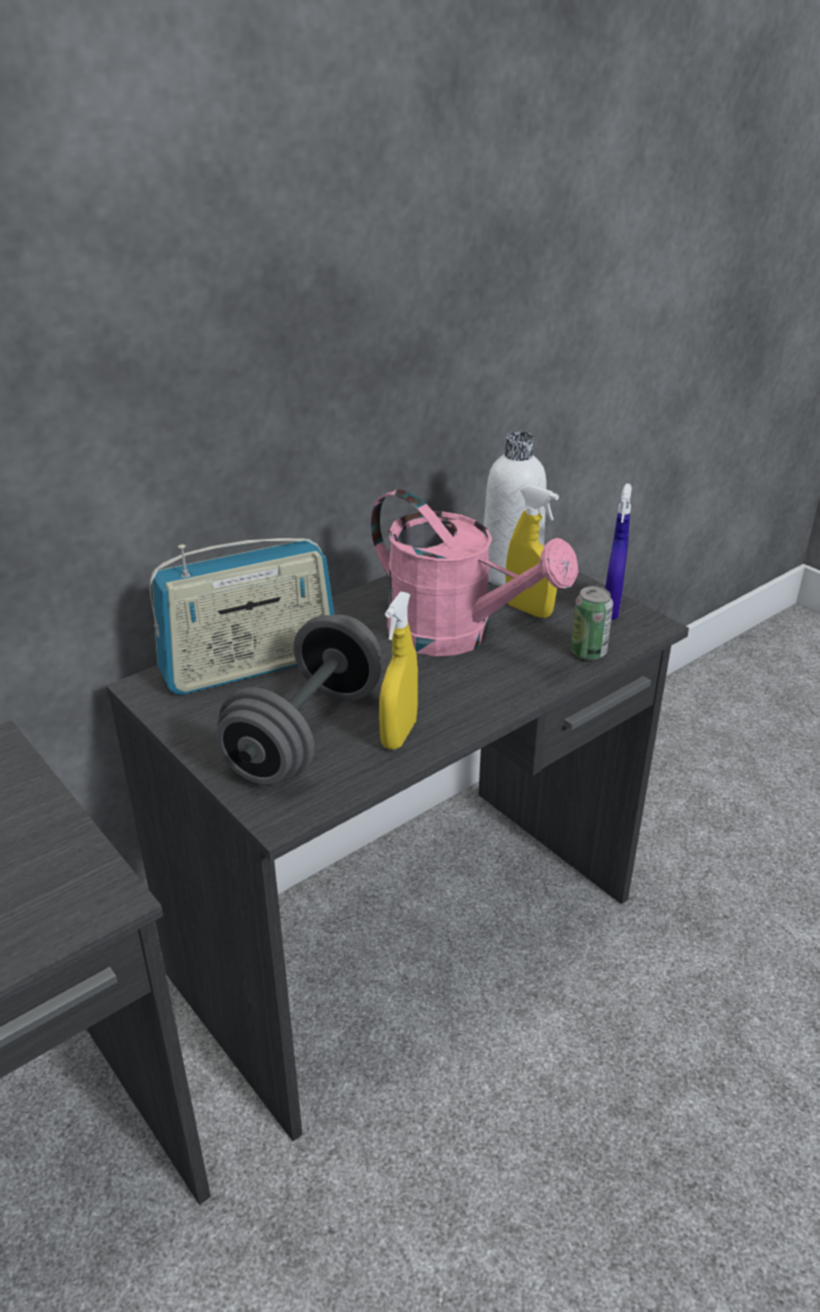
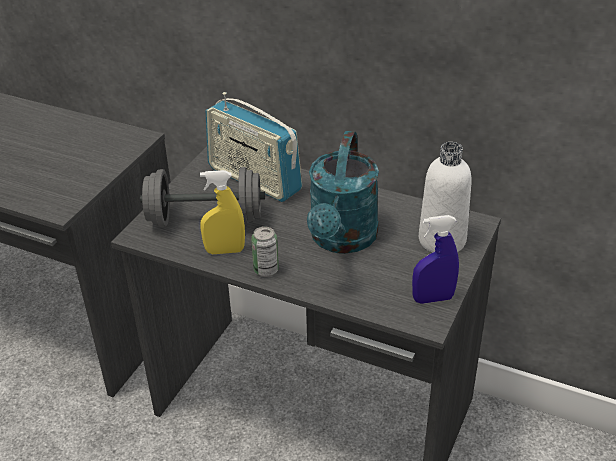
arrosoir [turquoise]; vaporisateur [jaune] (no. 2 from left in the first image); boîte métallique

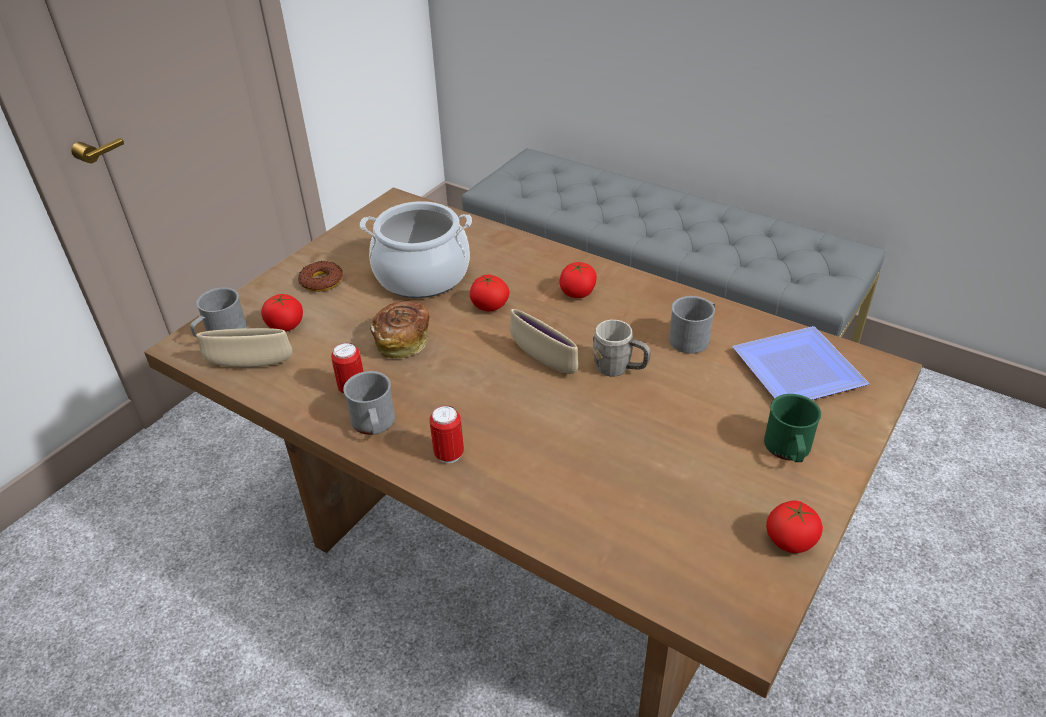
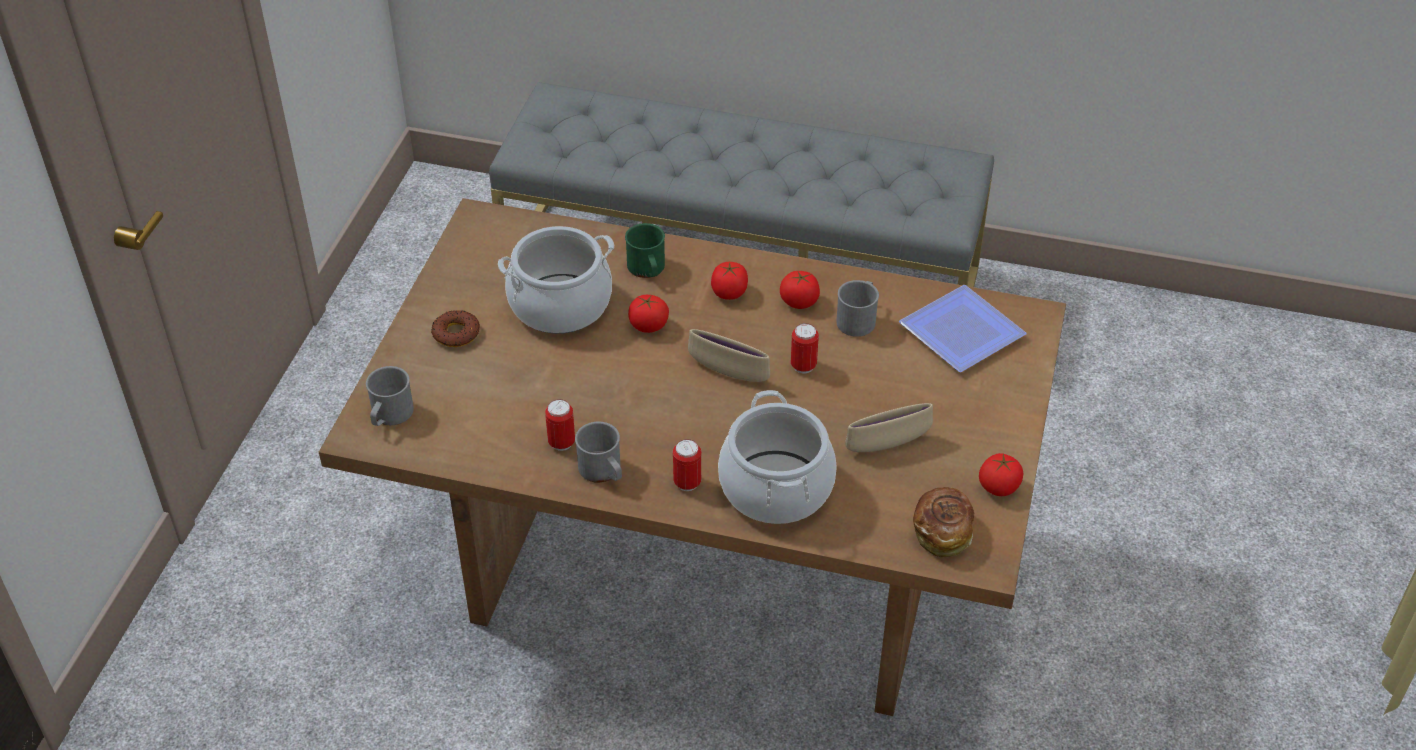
bol [beige] (no. 2 from left); tomate (no. 3 from left); pain; boîte métallique (no. 3 from left); mug [vert]; marmite (no. 2 from left)

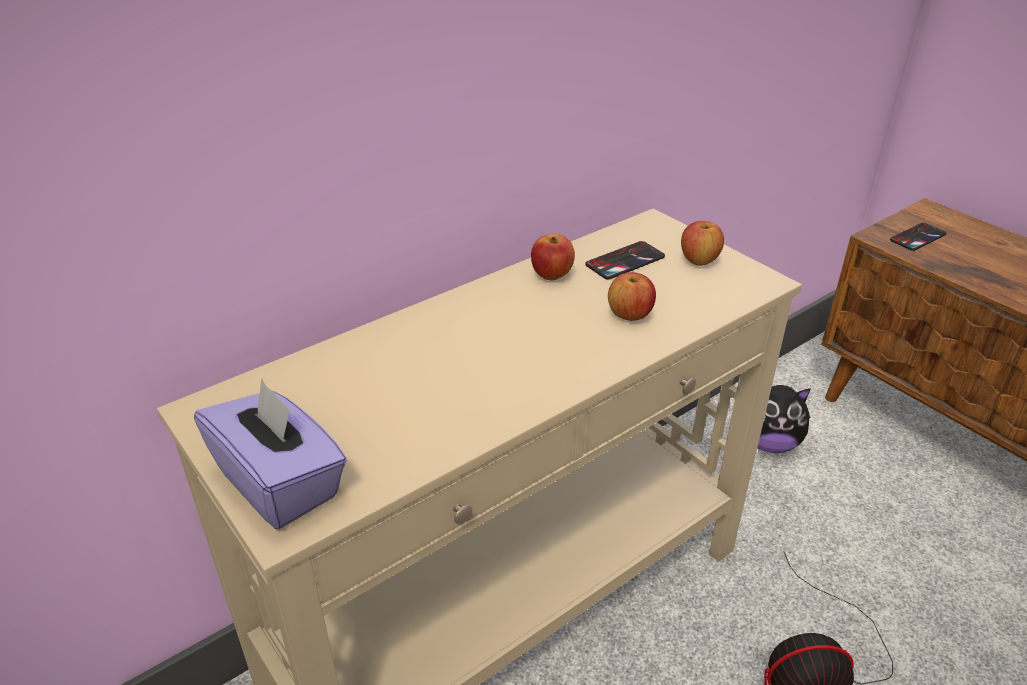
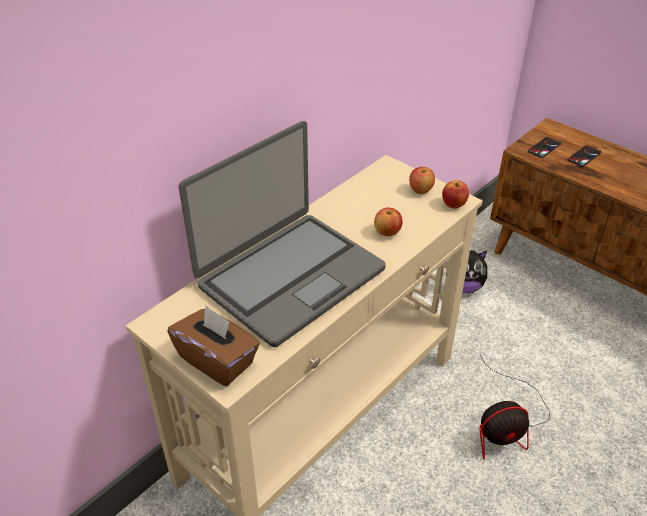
boîte à mouchoirs [marron]; pomme (no. 3 from left); téléphone (no. 2 from left); ordinateur portable

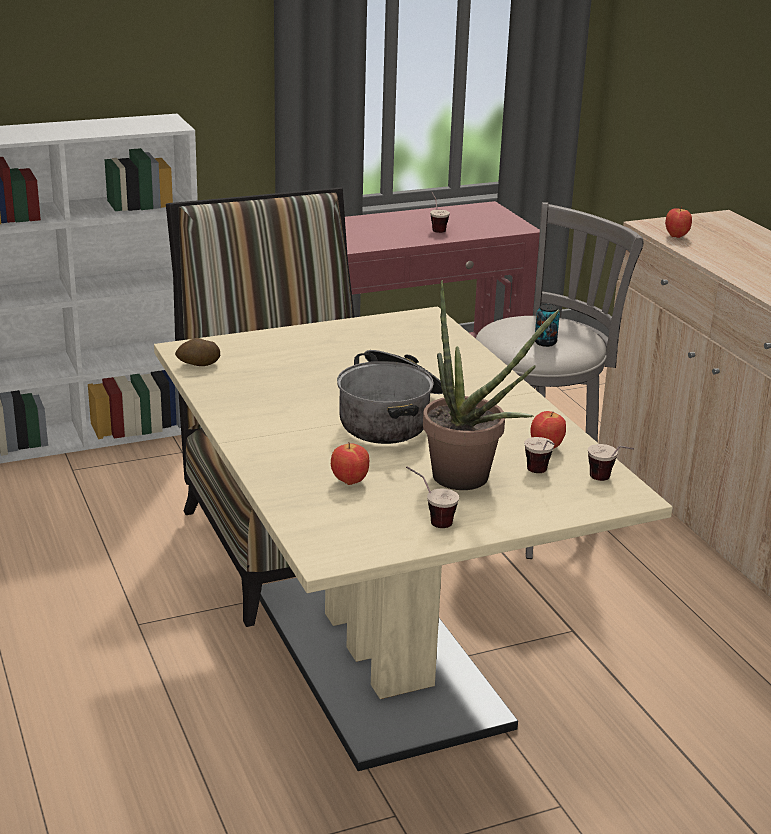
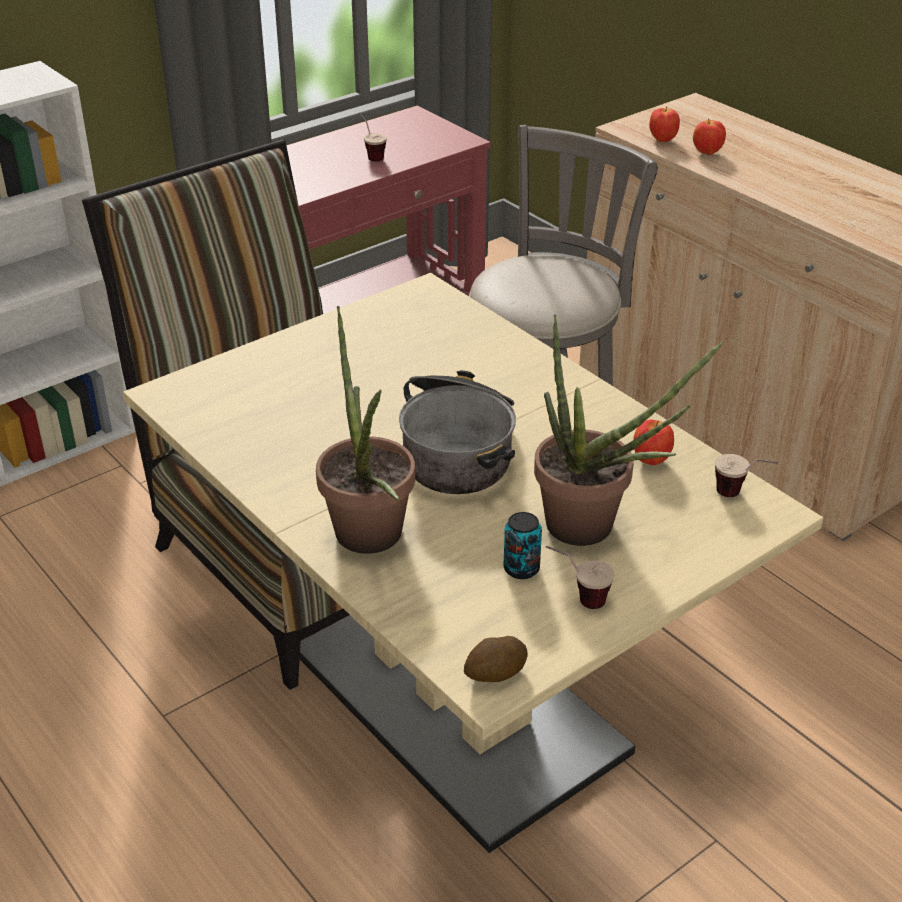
pomme de terre; pomme (no. 3 from left); tasse (no. 3 from left in the first image); boîte métallique; plante en pot (no. 1 from left)

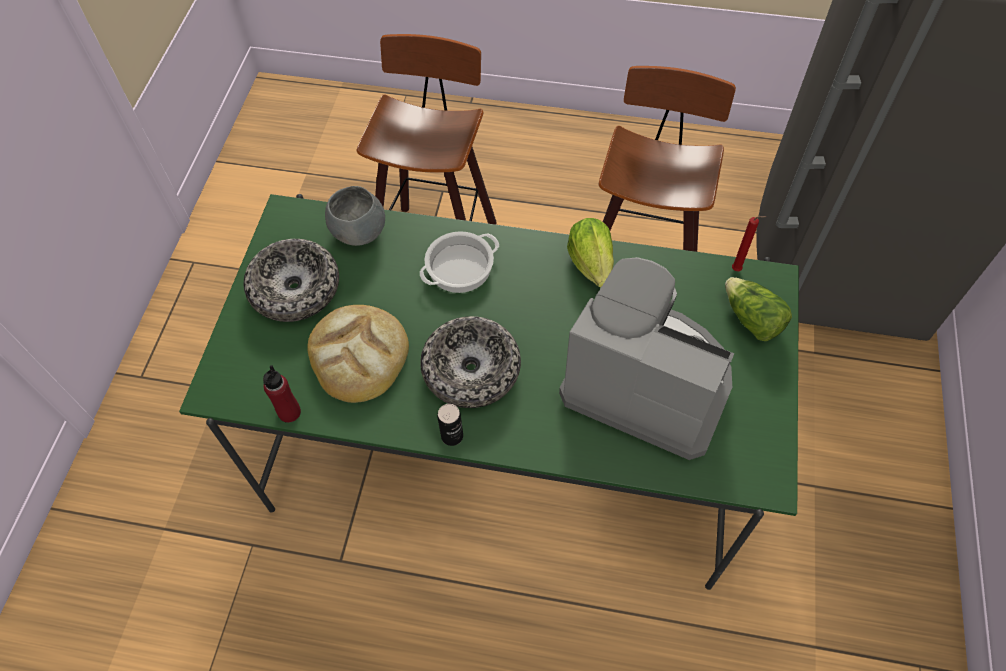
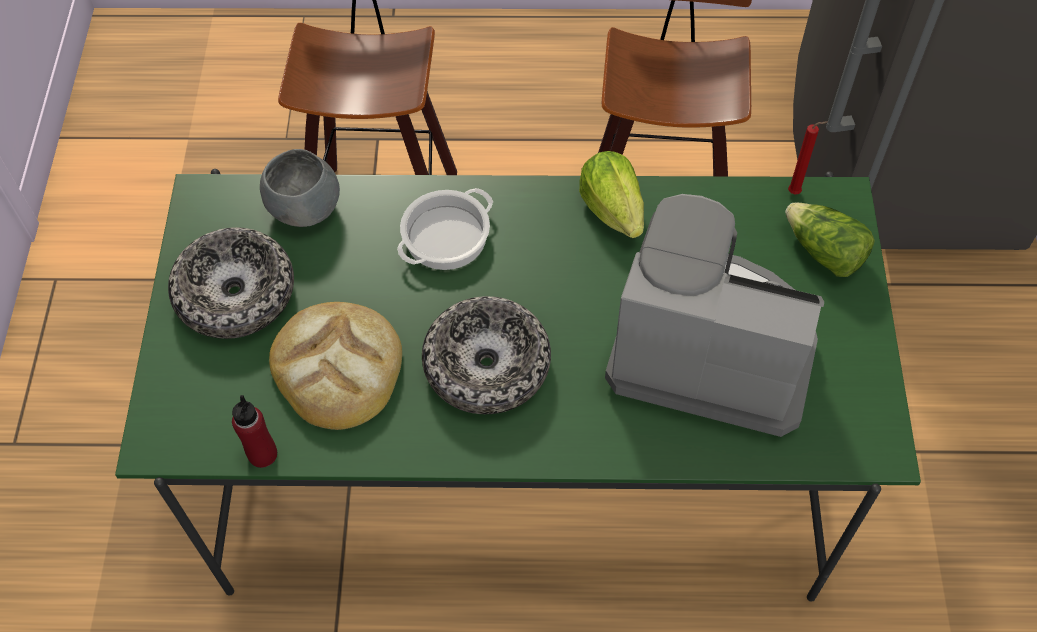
boîte métallique

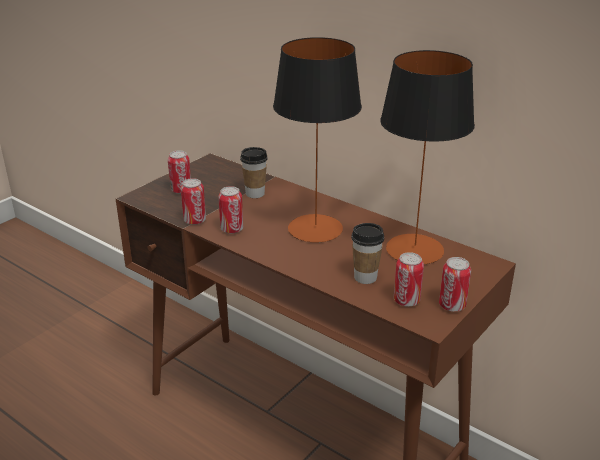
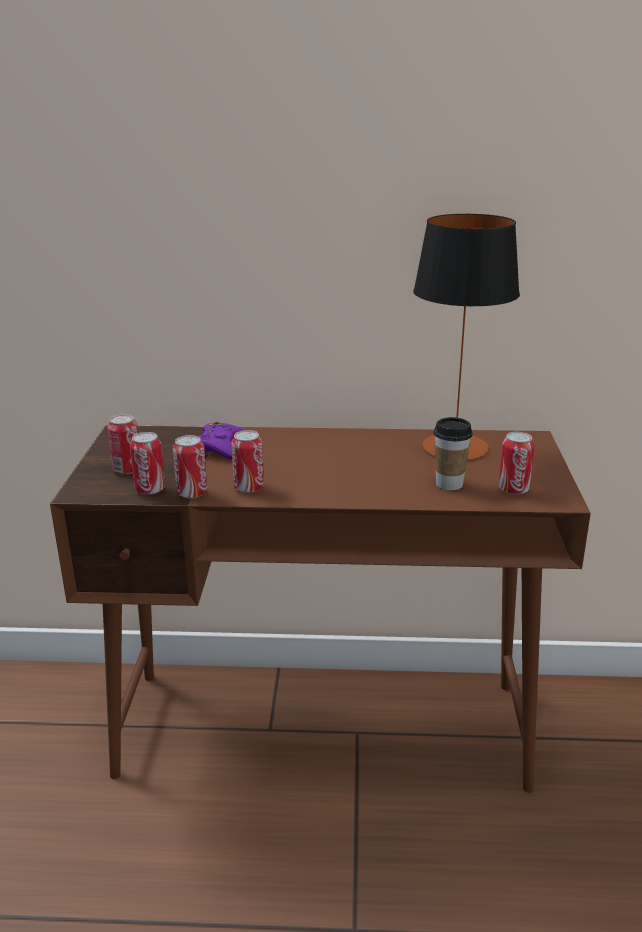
manette [violet]; lampe de table (no. 1 from left in the first image); boîte métallique (no. 2 from left)

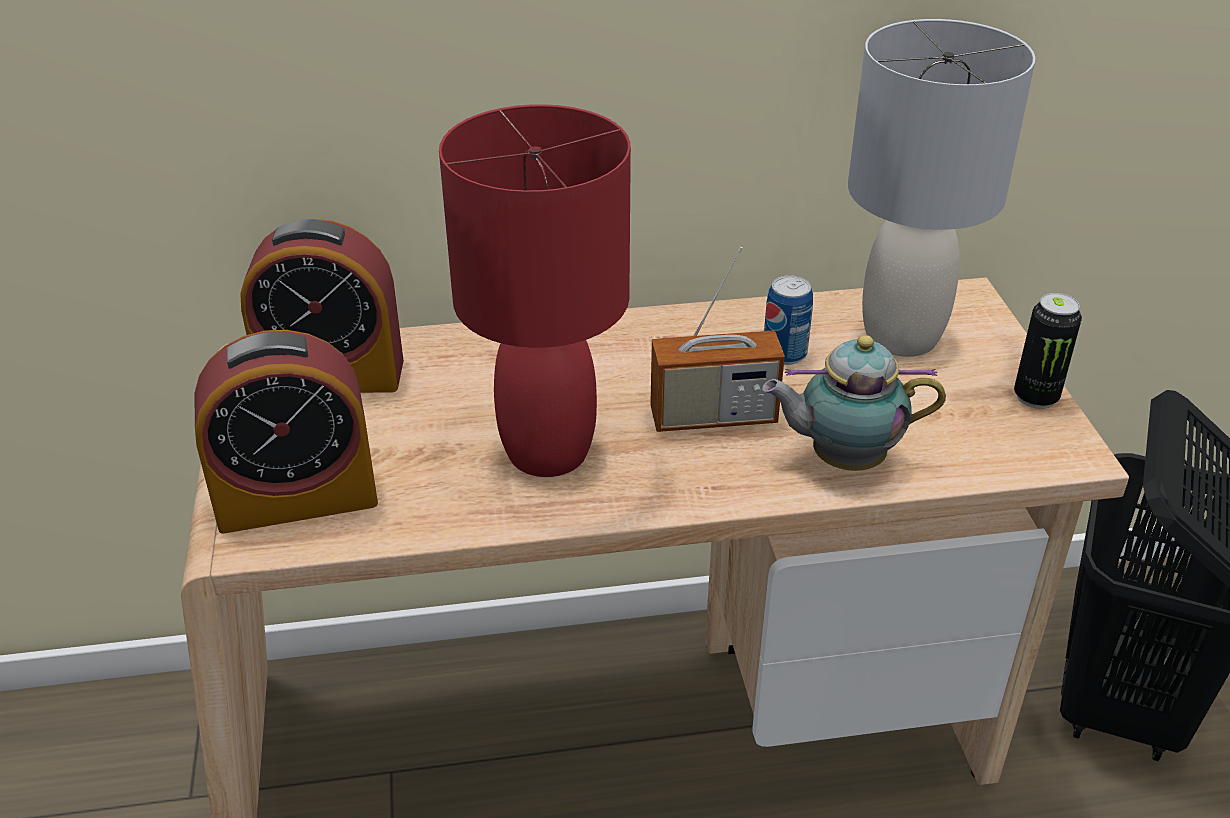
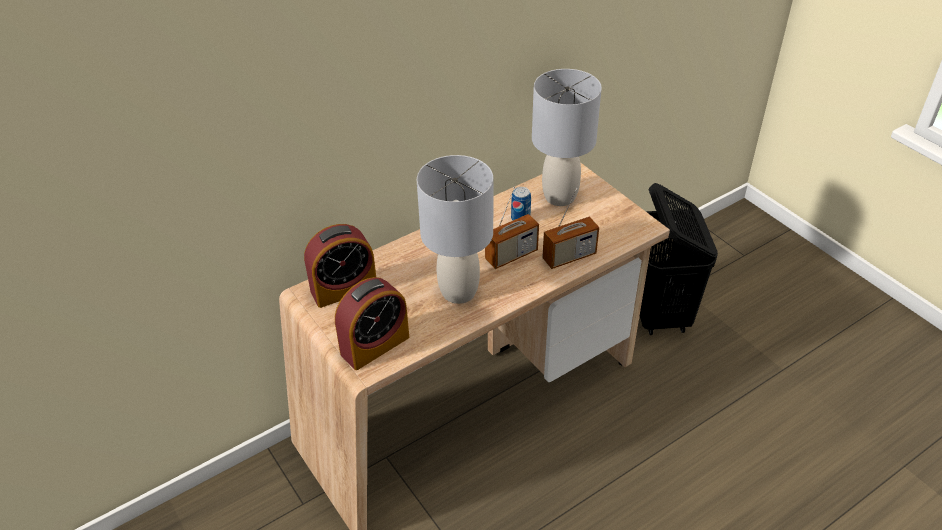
lampe de table [gris] (no. 1 from left); radio (no. 2 from left); boîte métallique (no. 2 from left in the first image)

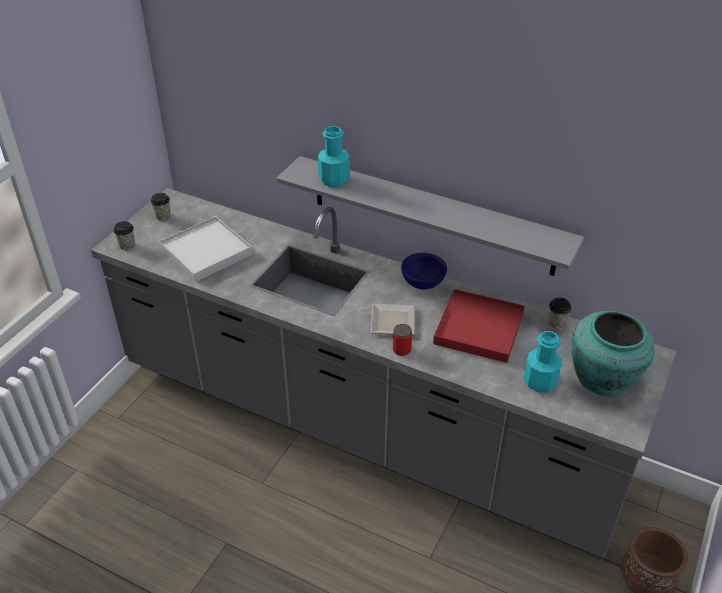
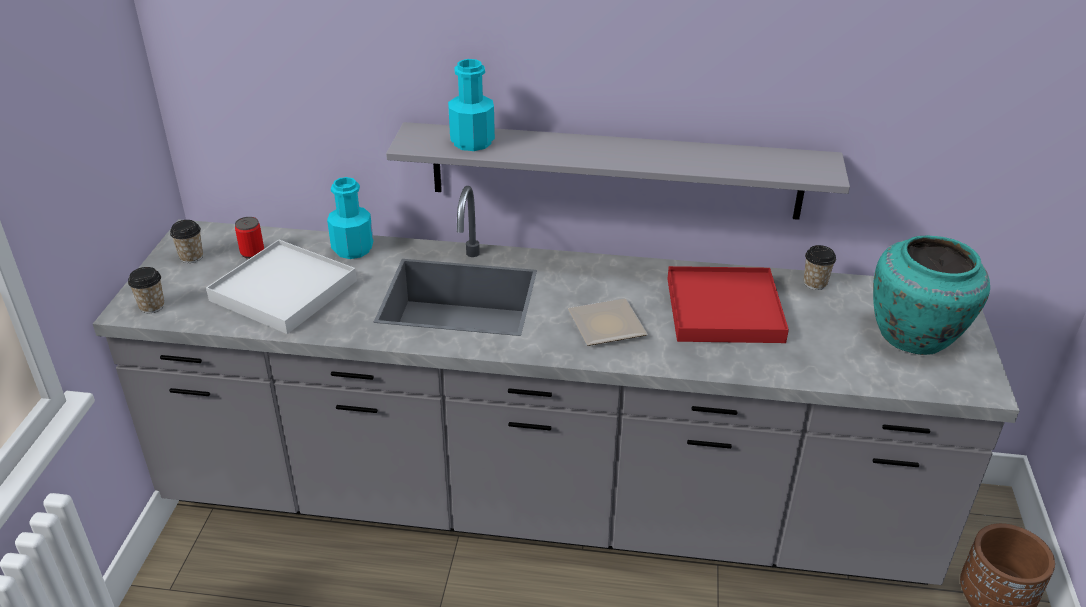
boîte métallique; bol [bleu]; bouteille [turquoise] (no. 1 from left)

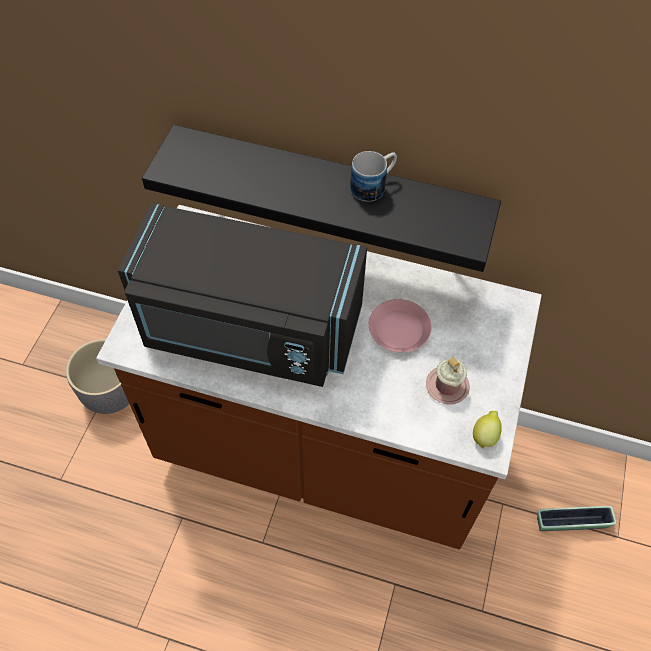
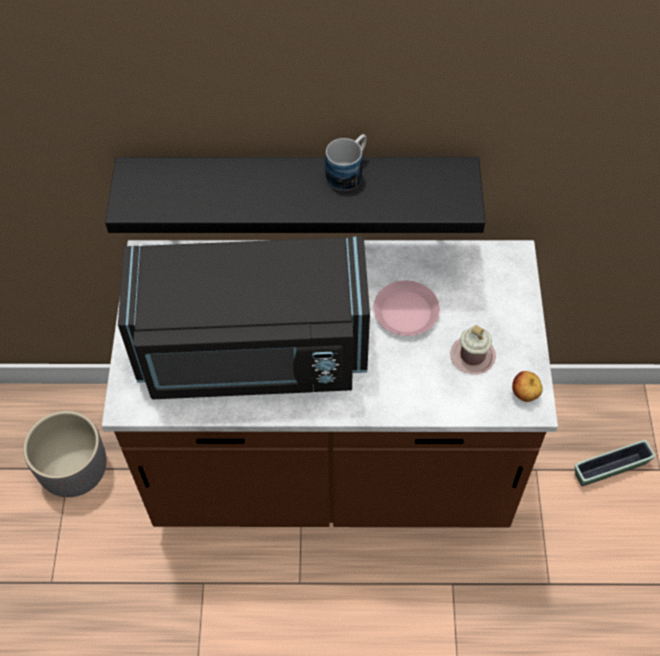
pomme

